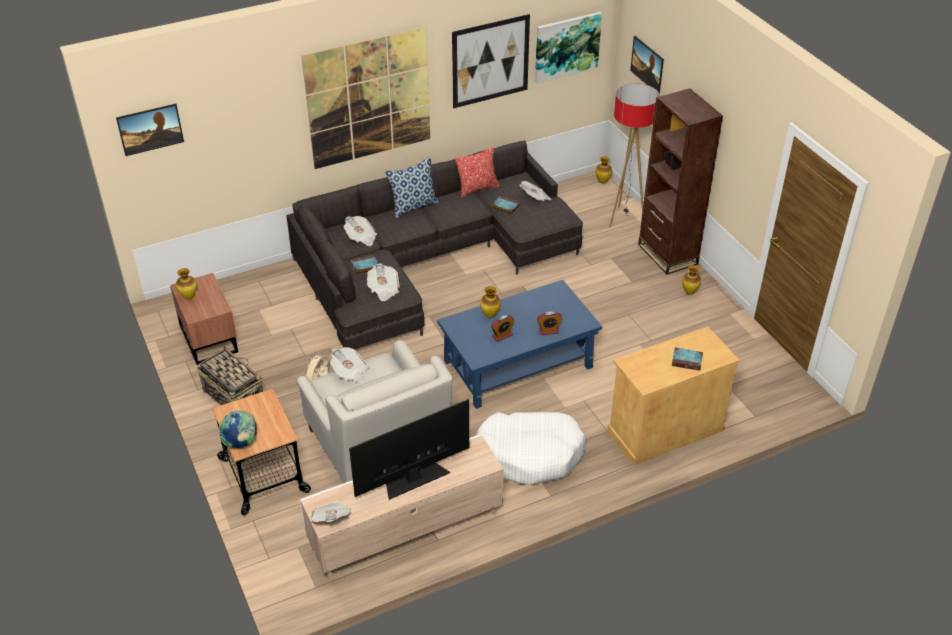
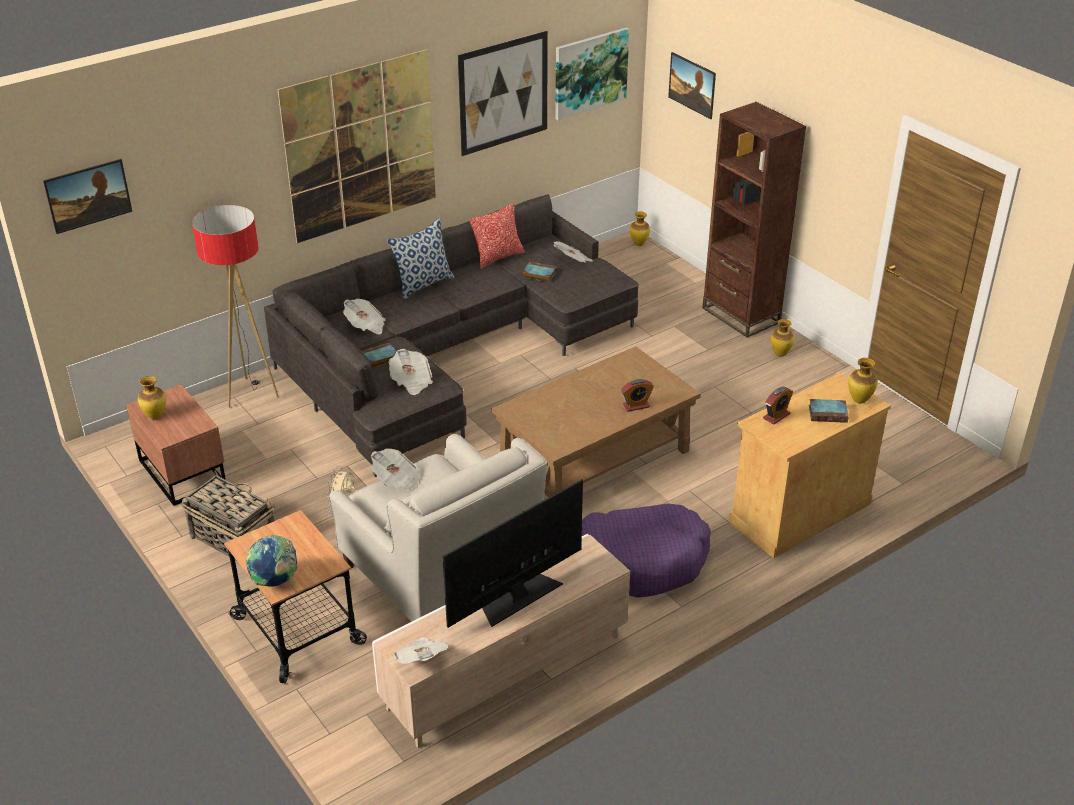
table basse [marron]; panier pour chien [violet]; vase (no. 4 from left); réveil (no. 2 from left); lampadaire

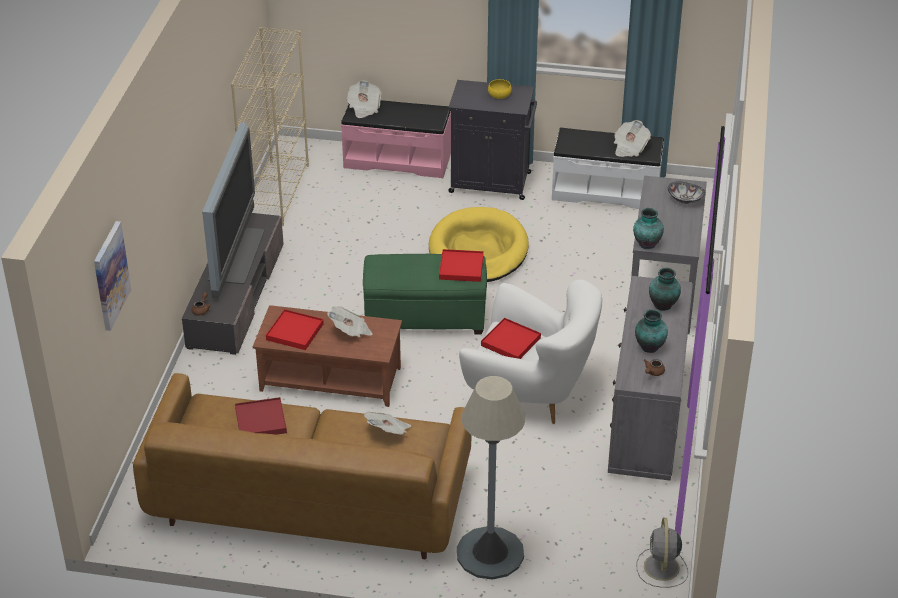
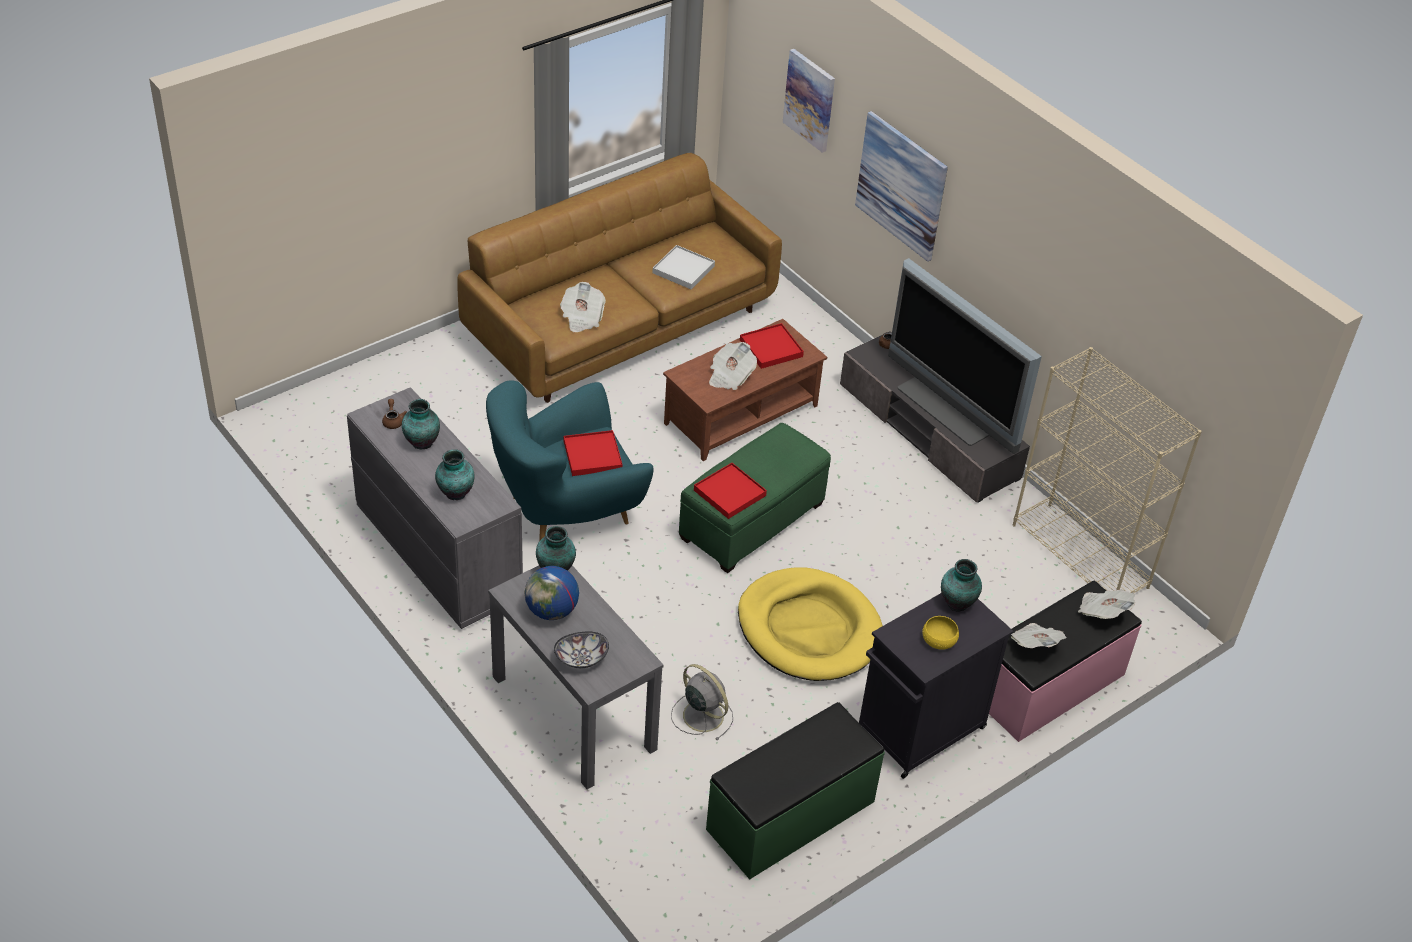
plateau [blanc]; lampadaire [gris]; fauteuil [turquoise]; banc [vert]; journal (no. 3 from left); ventilateur [gris]; globe; tableau (no. 2 from left); vase (no. 4 from left)

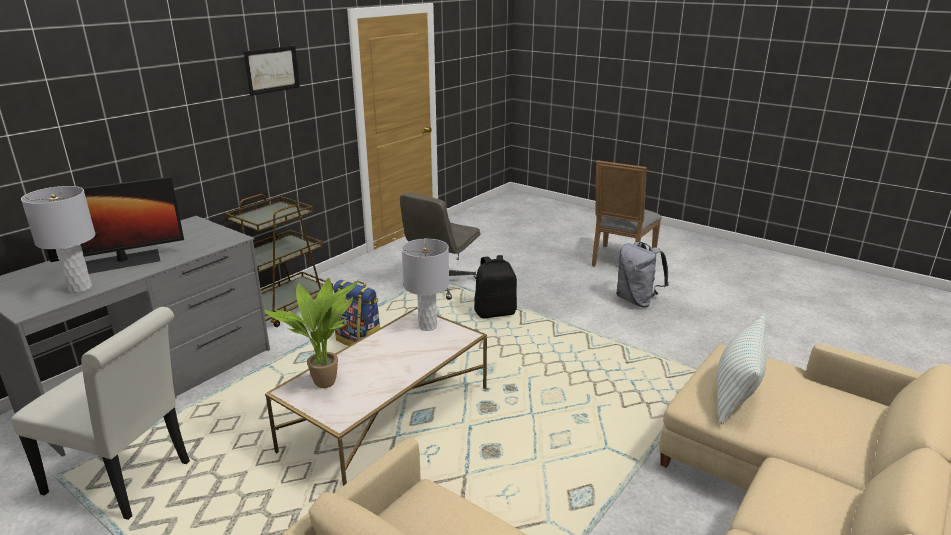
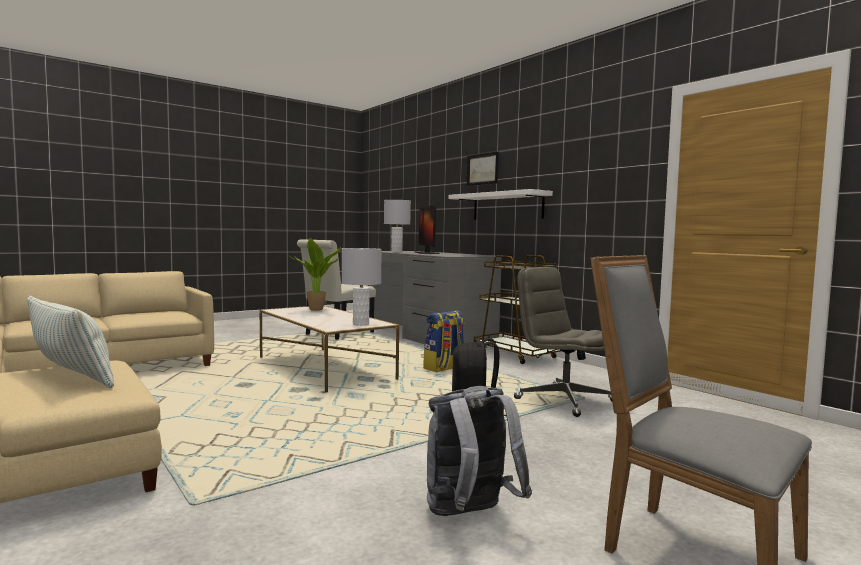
tableau; étagère [blanc]

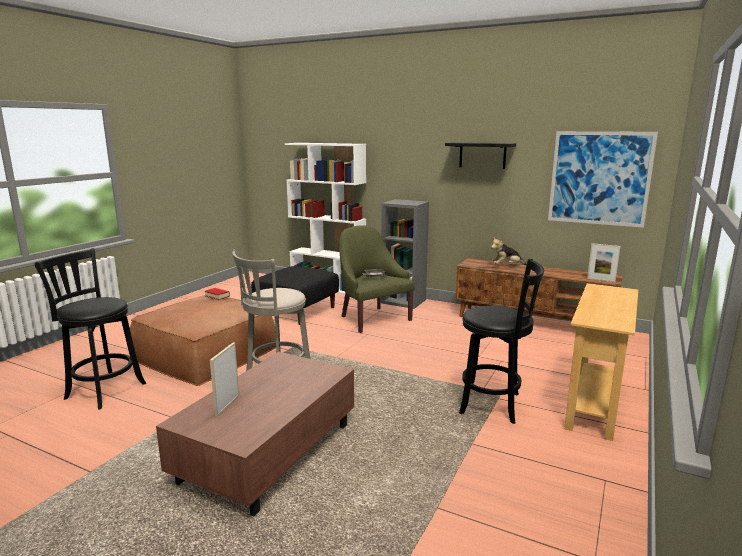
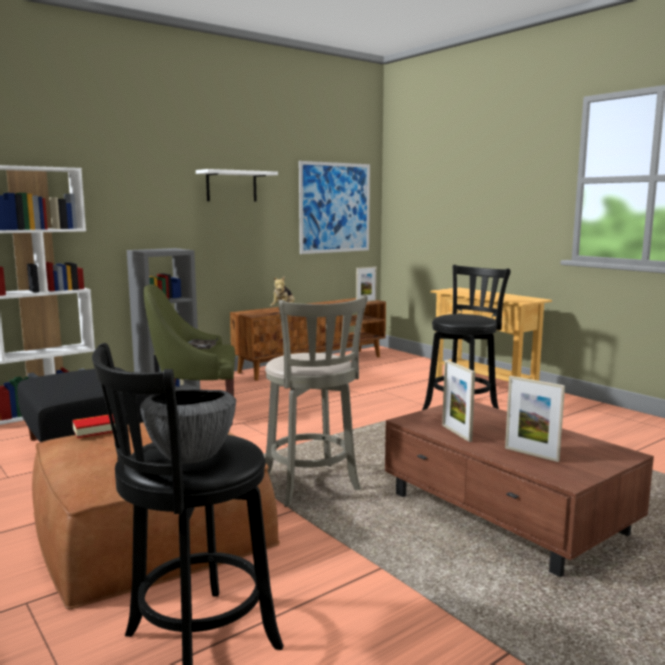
étagère [blanc]; bol; cadre photo (no. 2 from left)

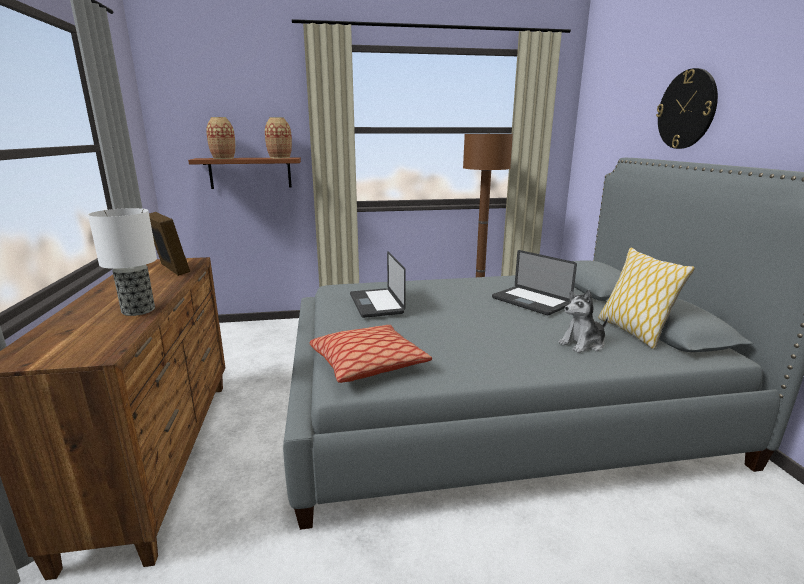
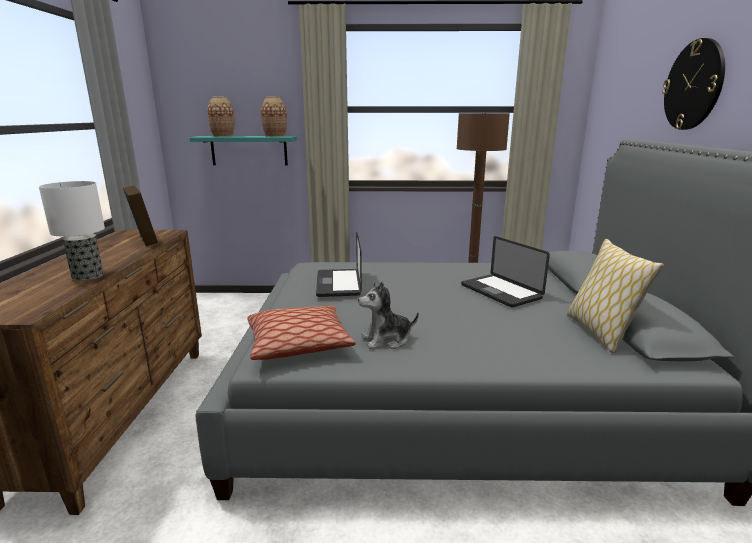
étagère [turquoise]; peluche

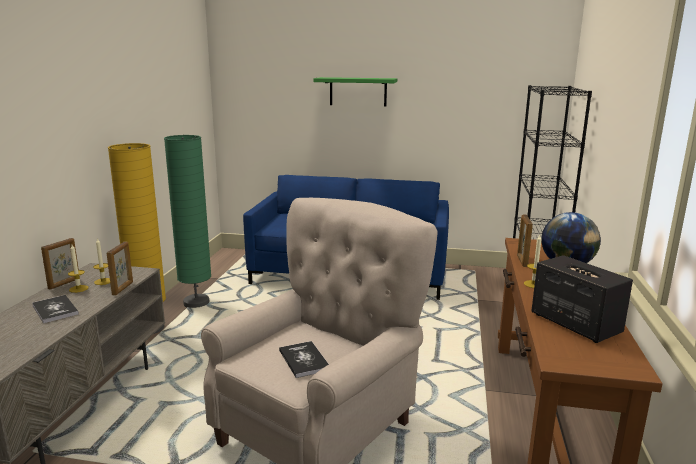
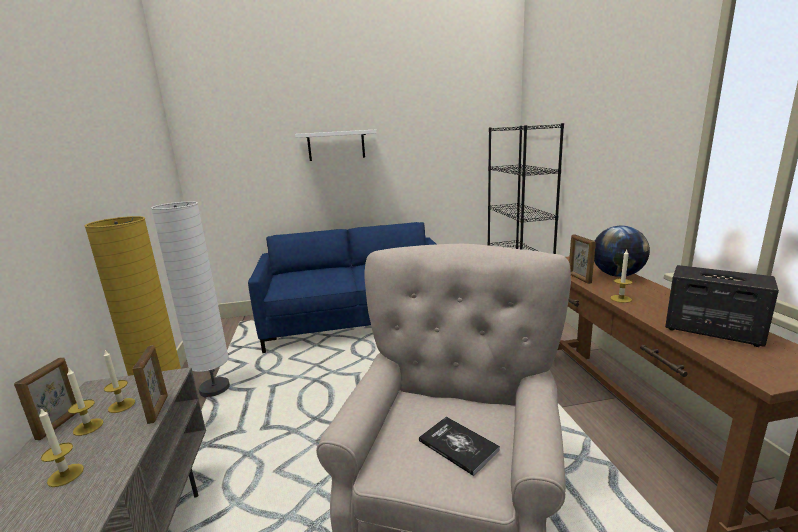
bougie (no. 1 from left); lampadaire [blanc]; étagère [blanc]

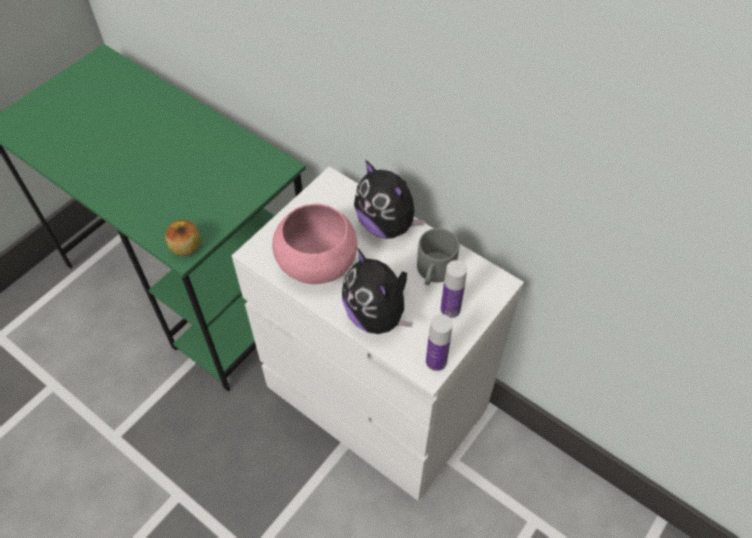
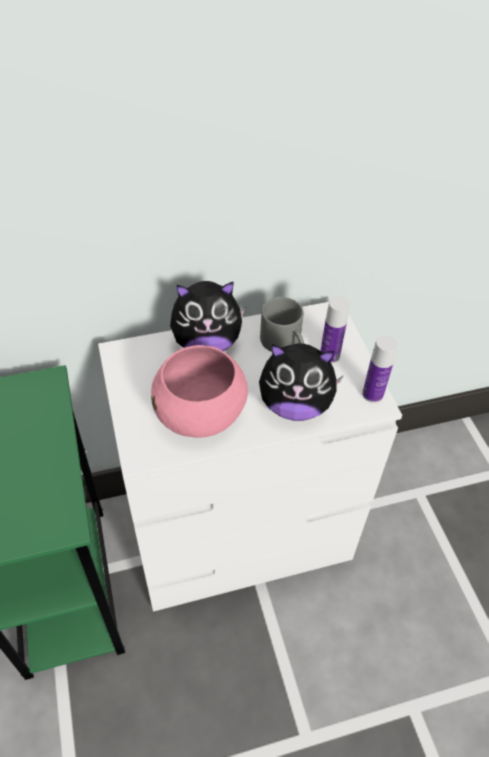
pomme

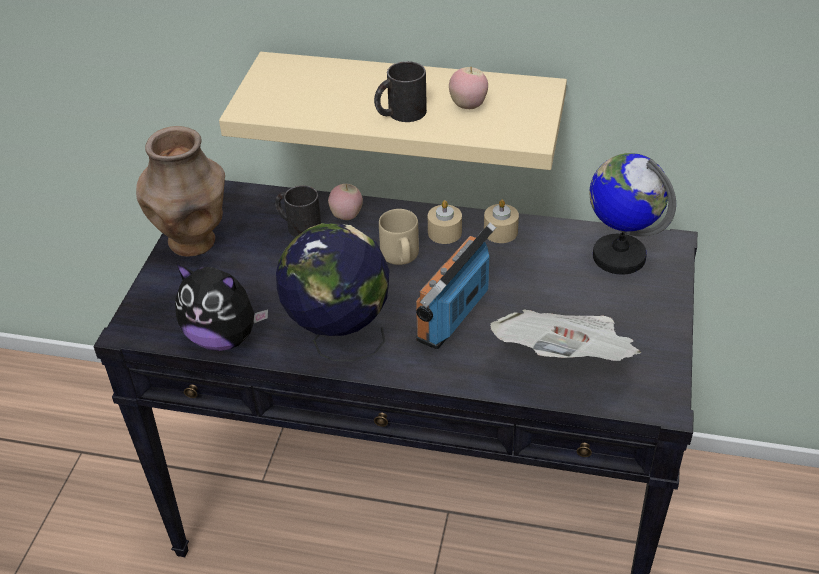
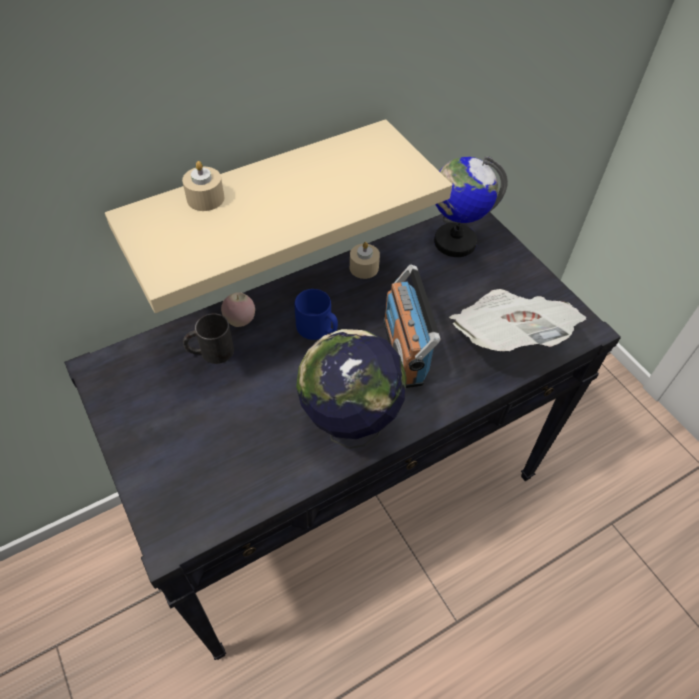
vase [marron]; peluche; mug [noir] (no. 2 from left in the first image); mug [bleu]; bougie [beige] (no. 1 from left); pomme (no. 2 from left in the first image)

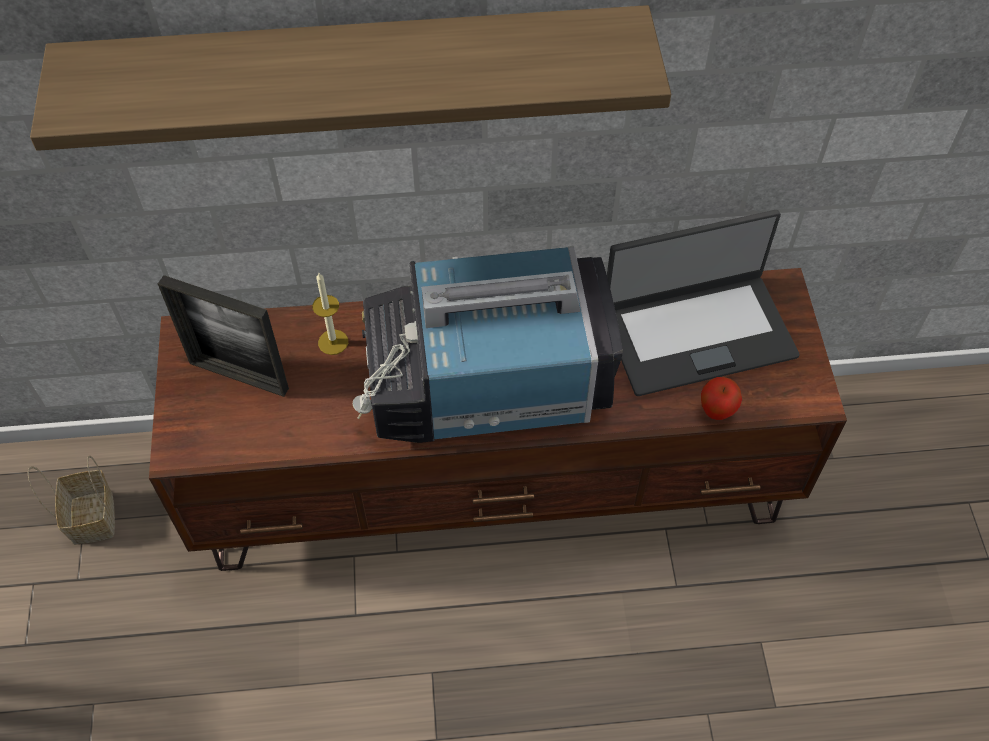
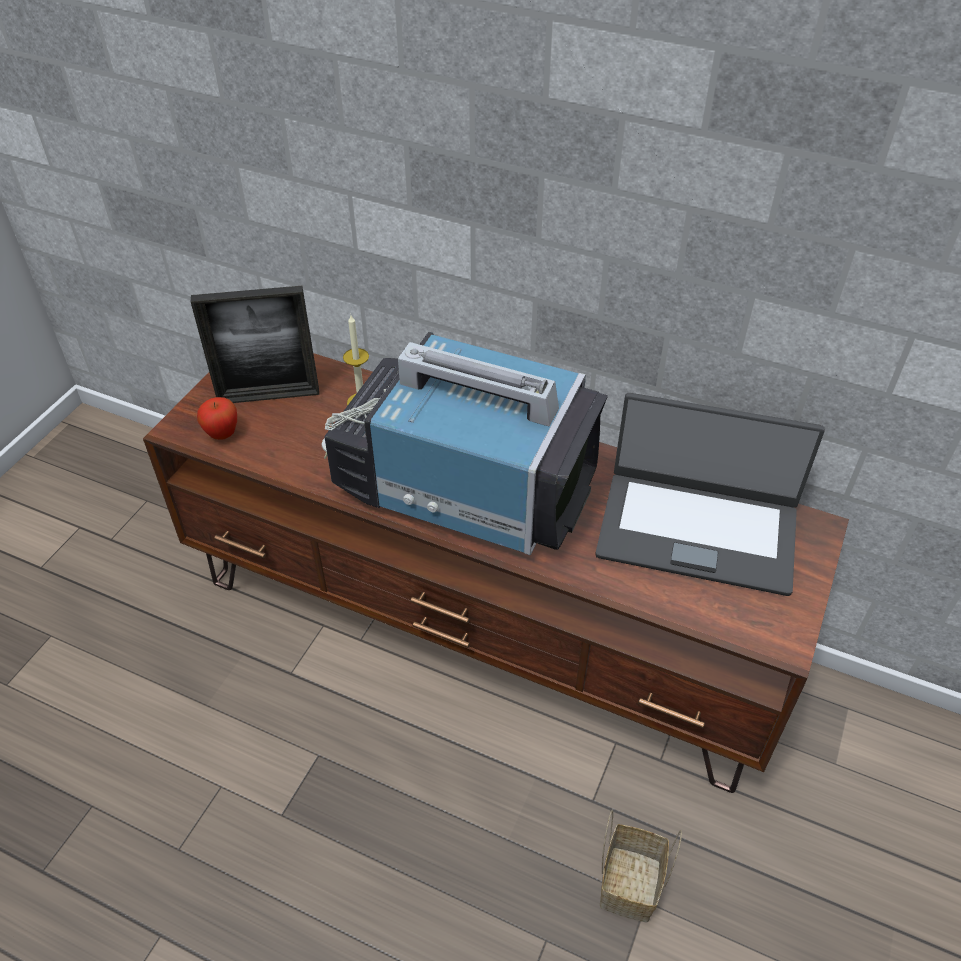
panier; étagère; cadre photo; pomme

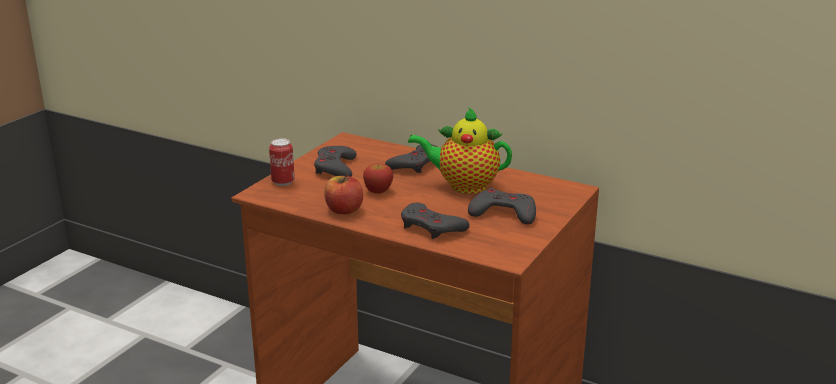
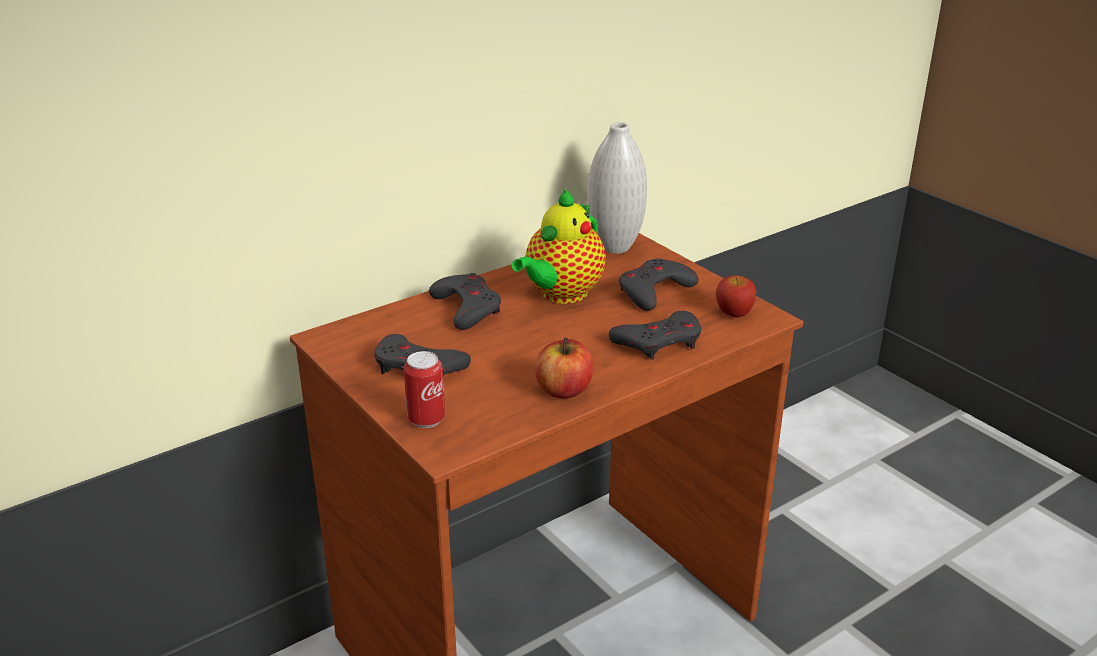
pomme (no. 2 from left); vase [blanc]

